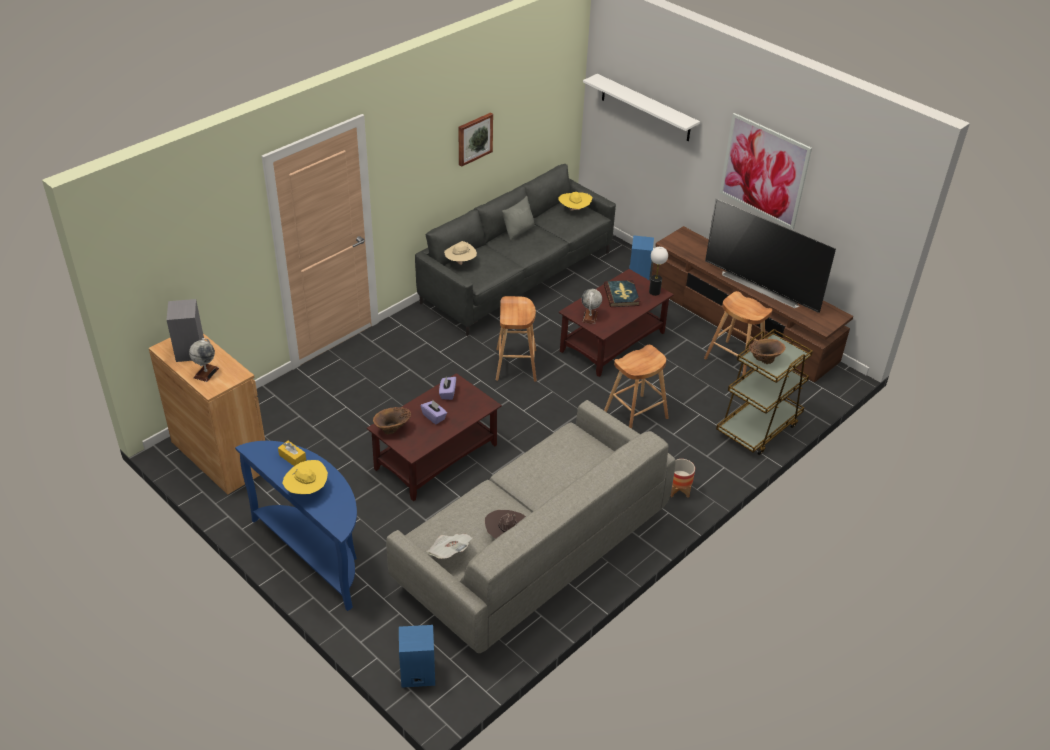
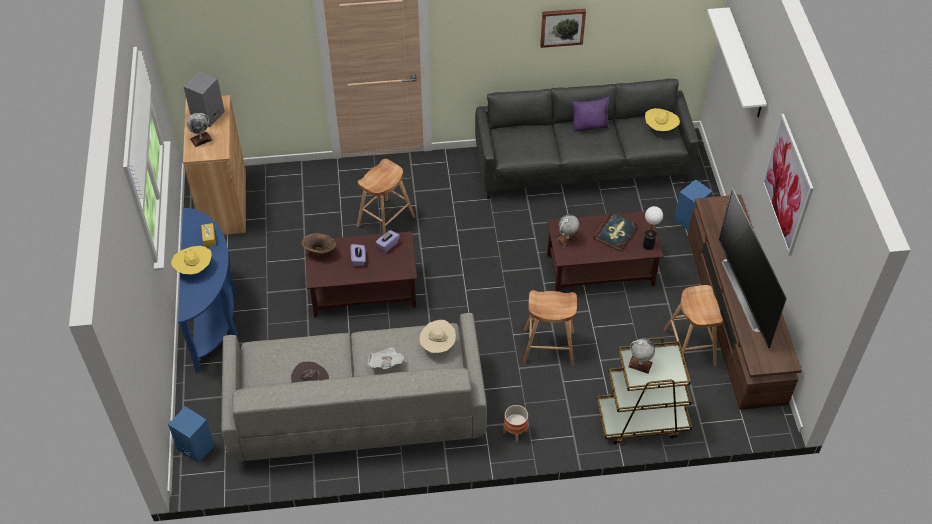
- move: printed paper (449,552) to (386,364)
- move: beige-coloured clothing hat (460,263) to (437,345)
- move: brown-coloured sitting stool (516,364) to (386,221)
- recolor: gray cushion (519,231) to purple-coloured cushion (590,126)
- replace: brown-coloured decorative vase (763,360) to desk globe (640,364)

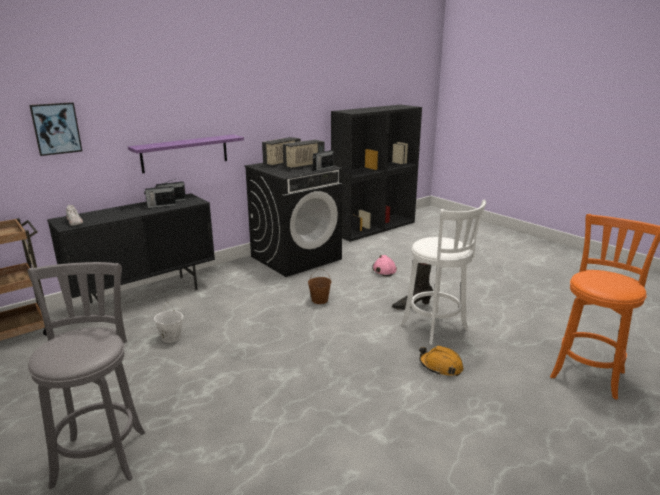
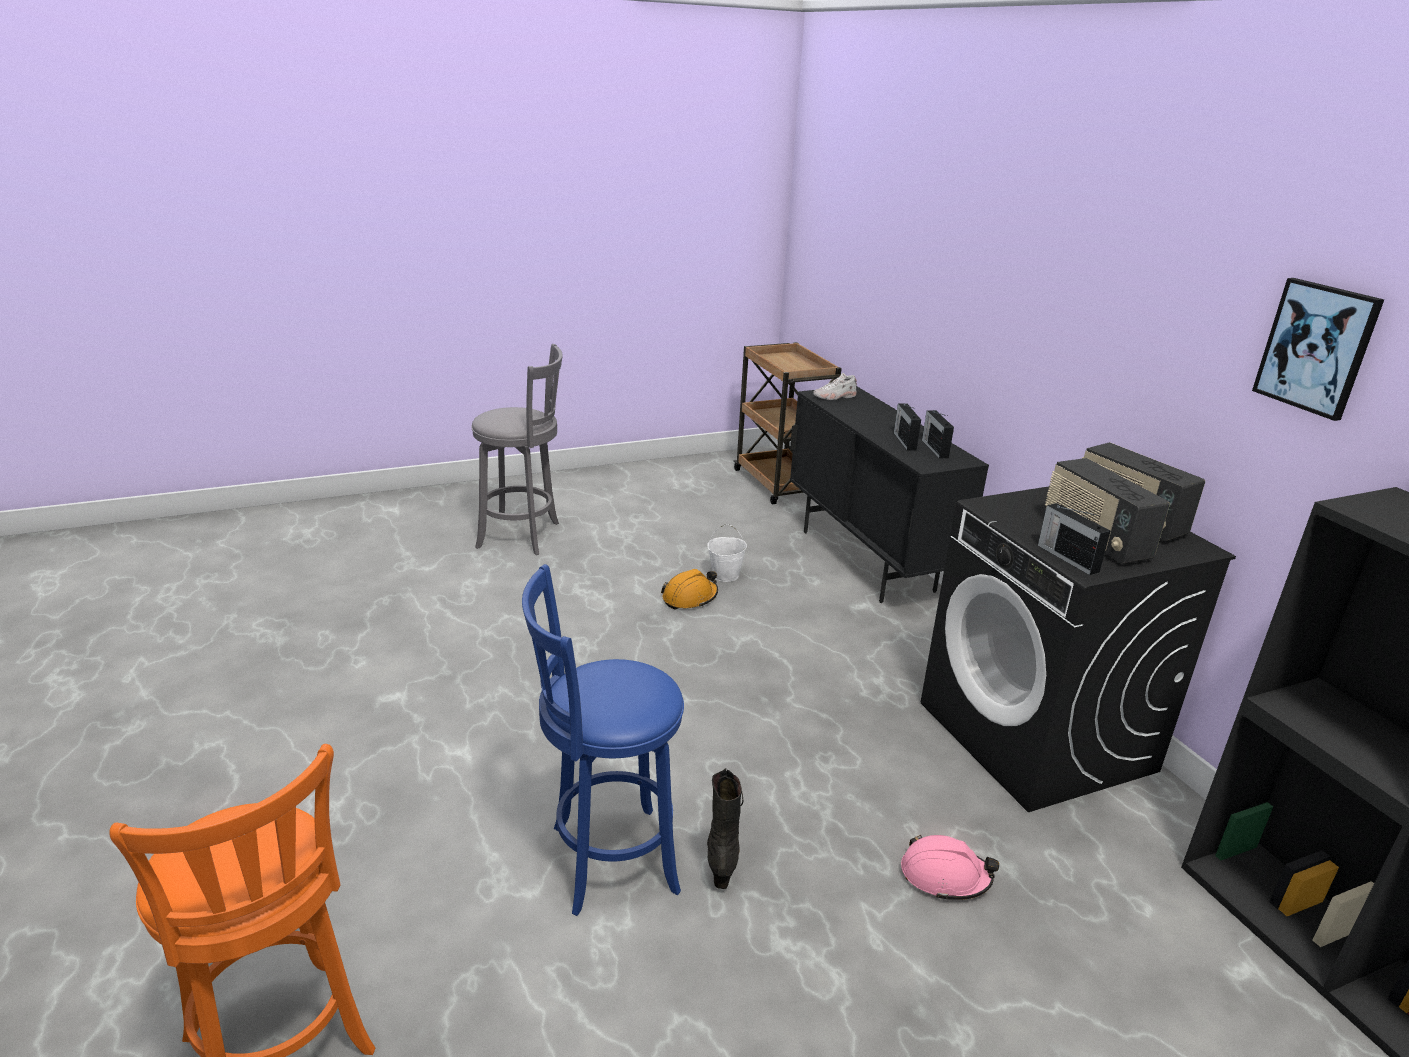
- move: wall picture (56,128) to (1317,347)
- delete: purple-coloured shelf (185,153)
- delete: brown-coloured bucket (319,300)
- recolor: white-coloured sitting stool (436,328) to blue sitting stool (606,860)
- move: orange-coloured work helmet (440,366) to (690,598)

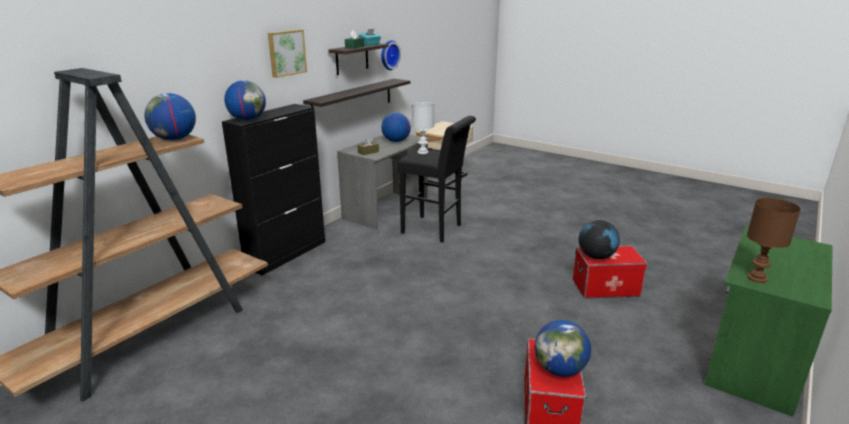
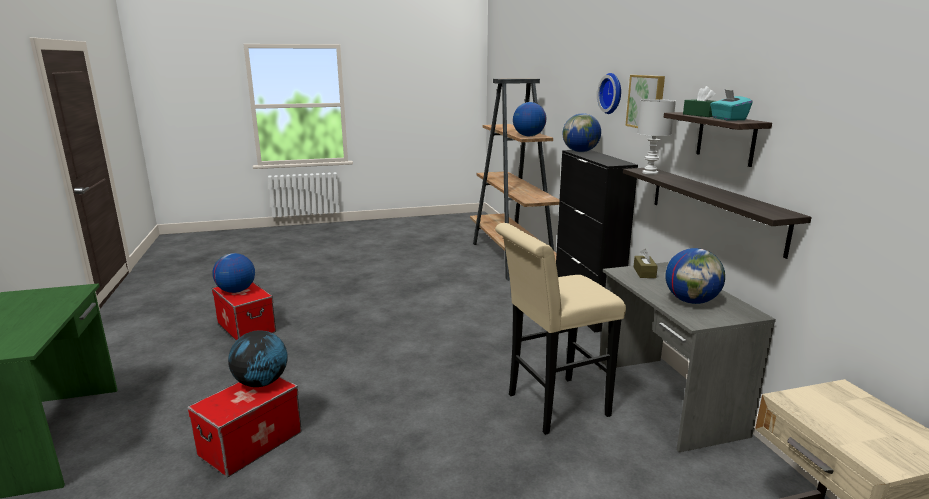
- move: clock on the wall (388,55) to (612,93)
- recolor: black-coloured sitting stool (435,230) to beige-coloured sitting stool (551,406)
- move: white-coloured table lamp (422,152) to (649,173)
- delete: brown-coloured table lamp (756,278)

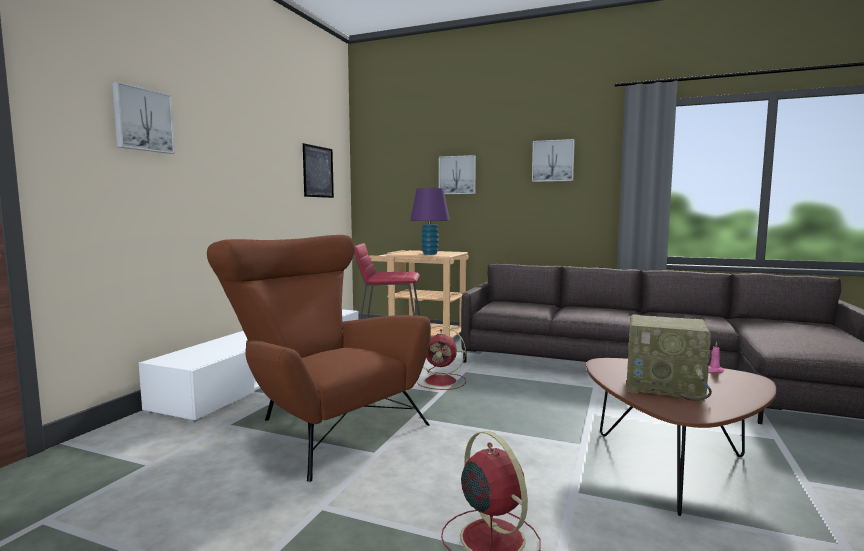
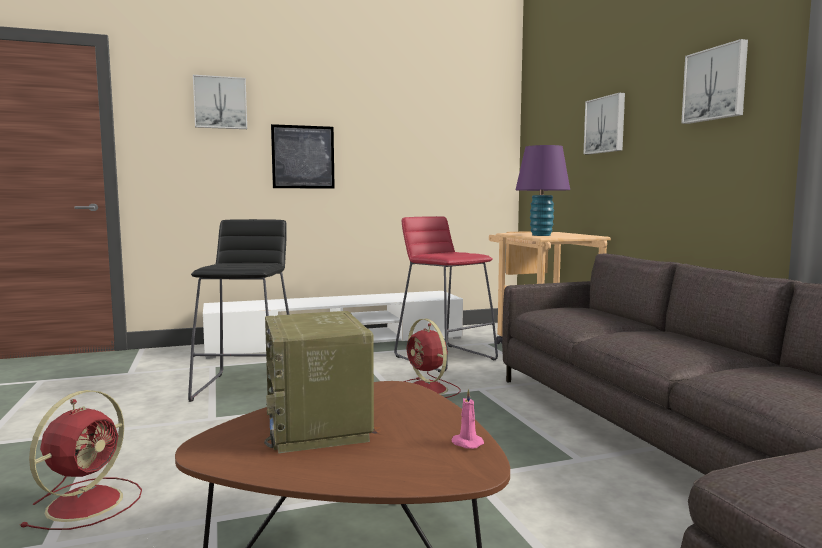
- replace: brown-coloured easy chair (322,425) to black-coloured sitting stool (248,387)
- move: wall picture (318,172) to (303,157)

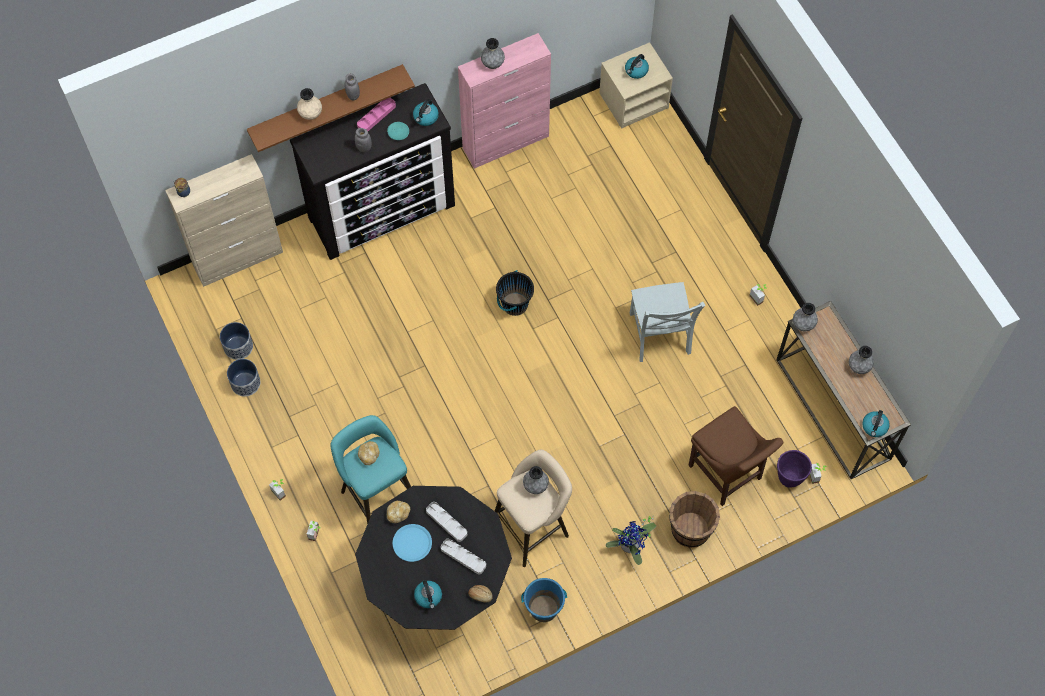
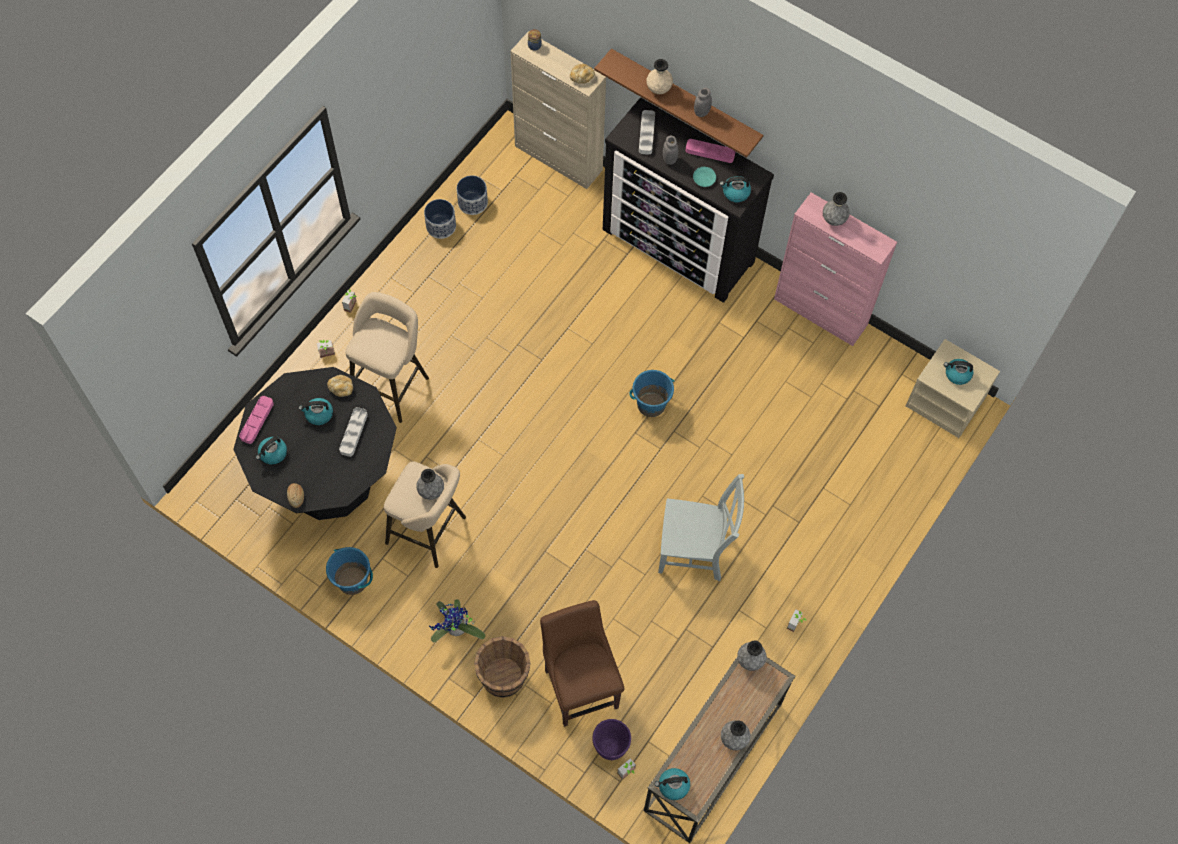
- recolor: turquoise-coloured sitting stool (377,494) to beige-coloured sitting stool (391,384)
- move: bakery bread (369,455) to (582,77)
- replace: blue plate (412,543) to tea kettle (318,414)
- move: gray serving tray (463,557) to (646,134)
- recolor: black-coloured bucket (514,304) to blue bucket (651,404)
- rotate: gray upright chair (659,336) = (695,551) 135 degrees counterclockwise
- rotate: brown-coloured upright chair (727,475) = (580,685) 135 degrees clockwise
- insert: pinkish serving tray (257,421)

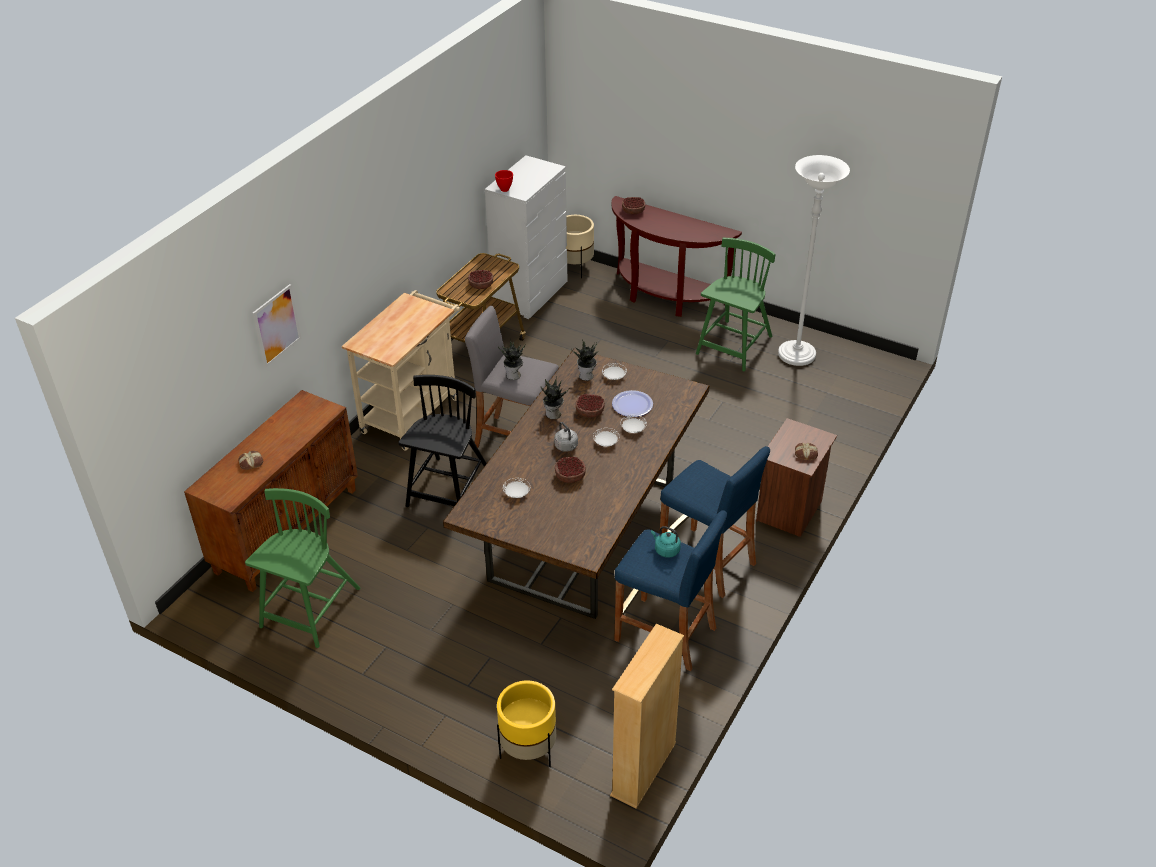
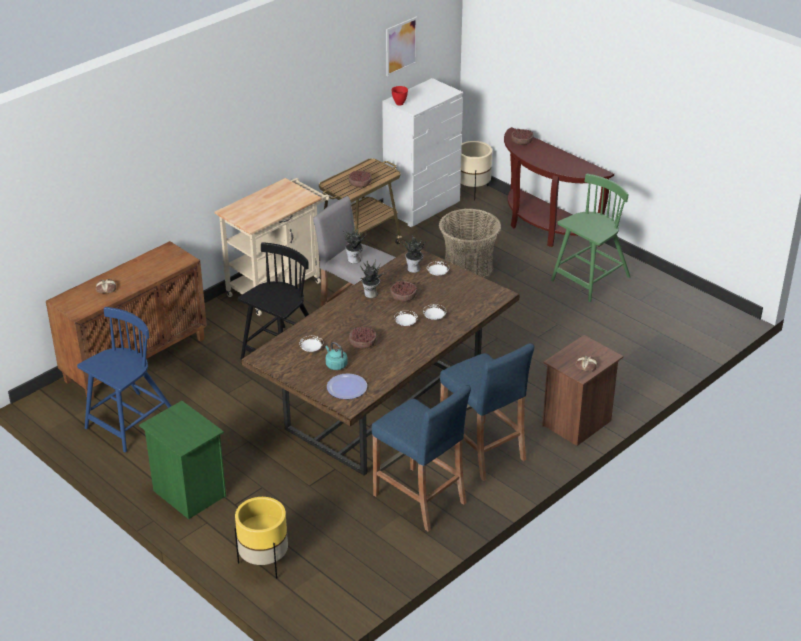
- recolor: green upright chair (310,609) to blue upright chair (130,423)
- move: wall picture (277,325) to (401,46)
- delete: gray tea kettle (567,447)
- delete: beige-coloured shelving unit (643,769)
- move: plate (632,405) to (347,387)
- move: turquoise-coloured tea kettle (665,550) to (335,365)
- delete: white-coloured standing lamp (796,355)
- insert: green night table (188,494)
- insert: household basket (468,268)

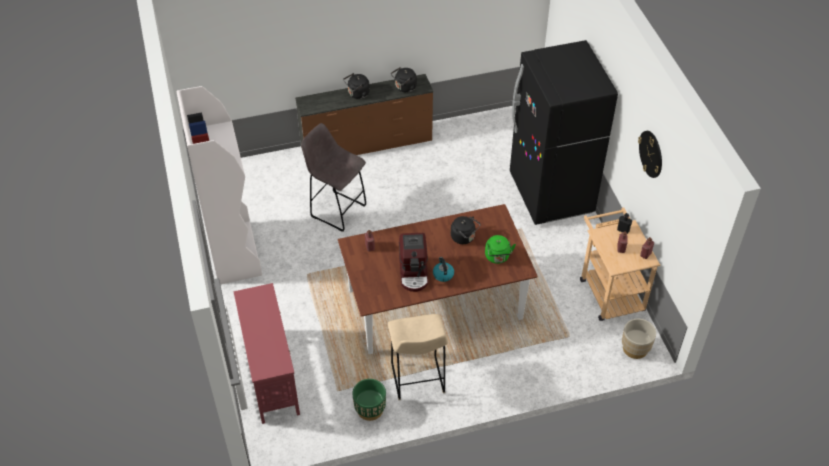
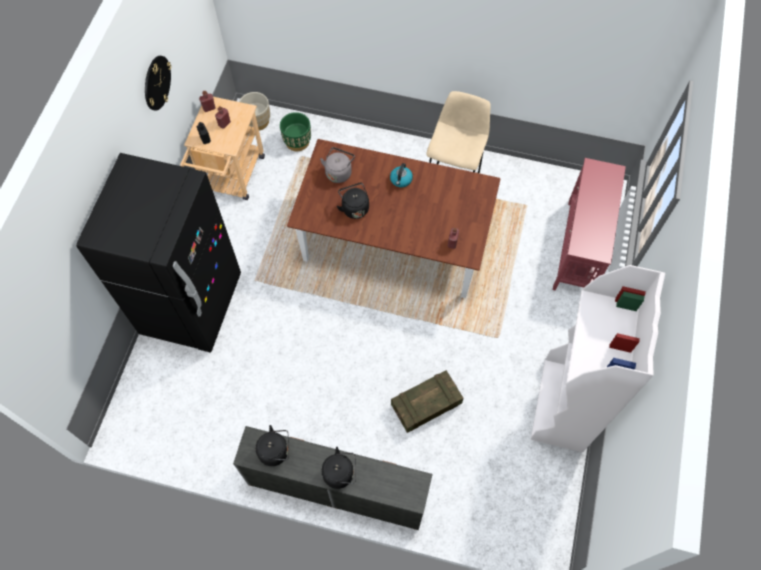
- replace: gray sitting stool (337,210) to packing crate (426,404)
- move: green flower pot (370,409) to (297,141)
- delete: coffee maker (414,273)
- recolor: green tea kettle (497,257) to gray tea kettle (339,172)

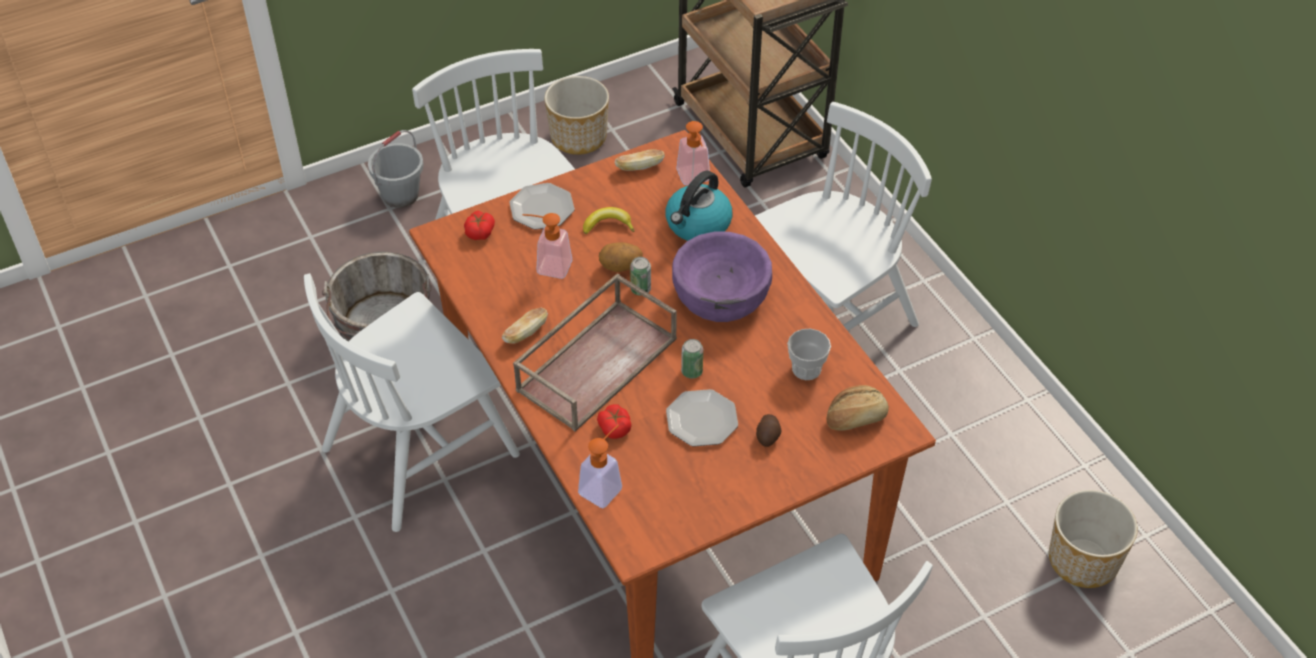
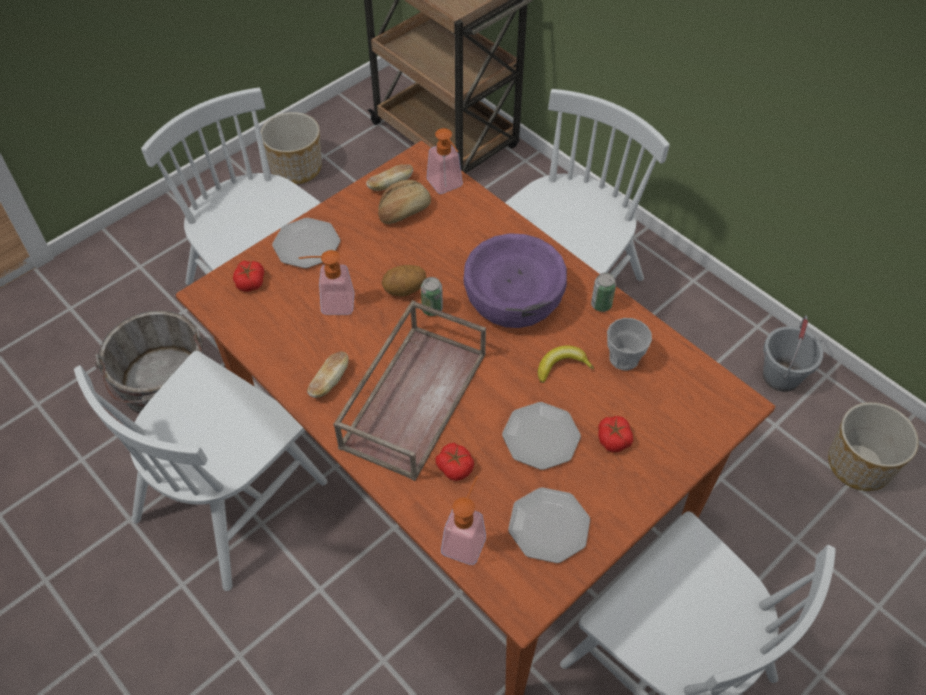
- move: gray bucket (400,195) to (781,377)
- move: banana (608,225) to (561,366)
- delete: tea kettle (698,225)
- move: can (691,371) to (601,305)
- replace: whole potato (768,436) to whole tomato (613,439)
- move: bakery bread (855,418) to (404,211)
- insert: plate (549,525)

